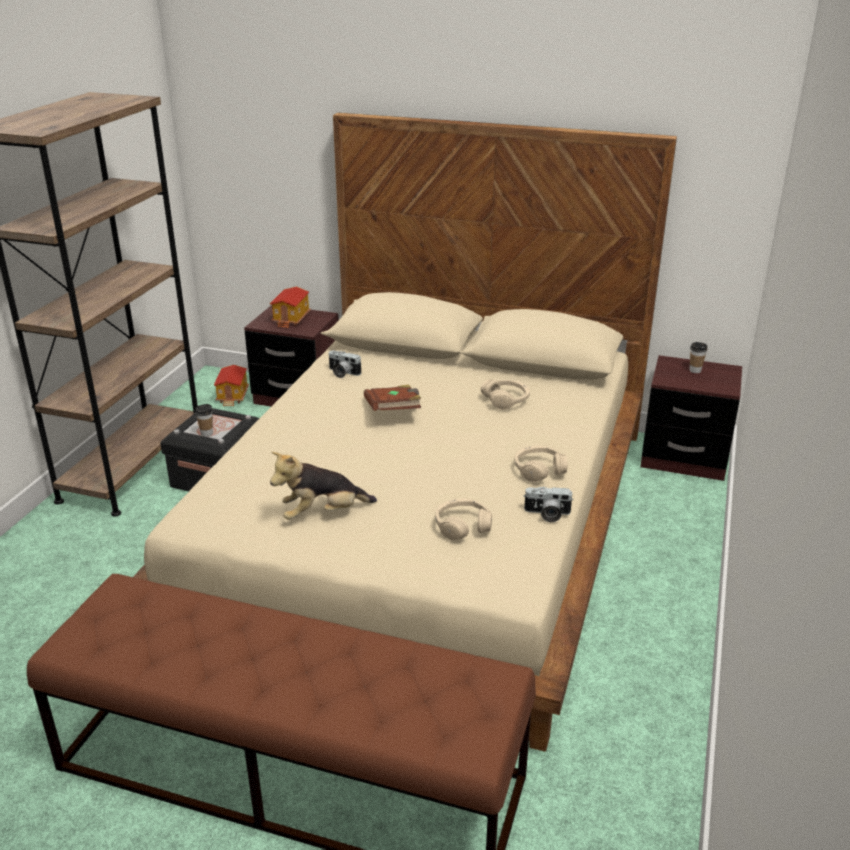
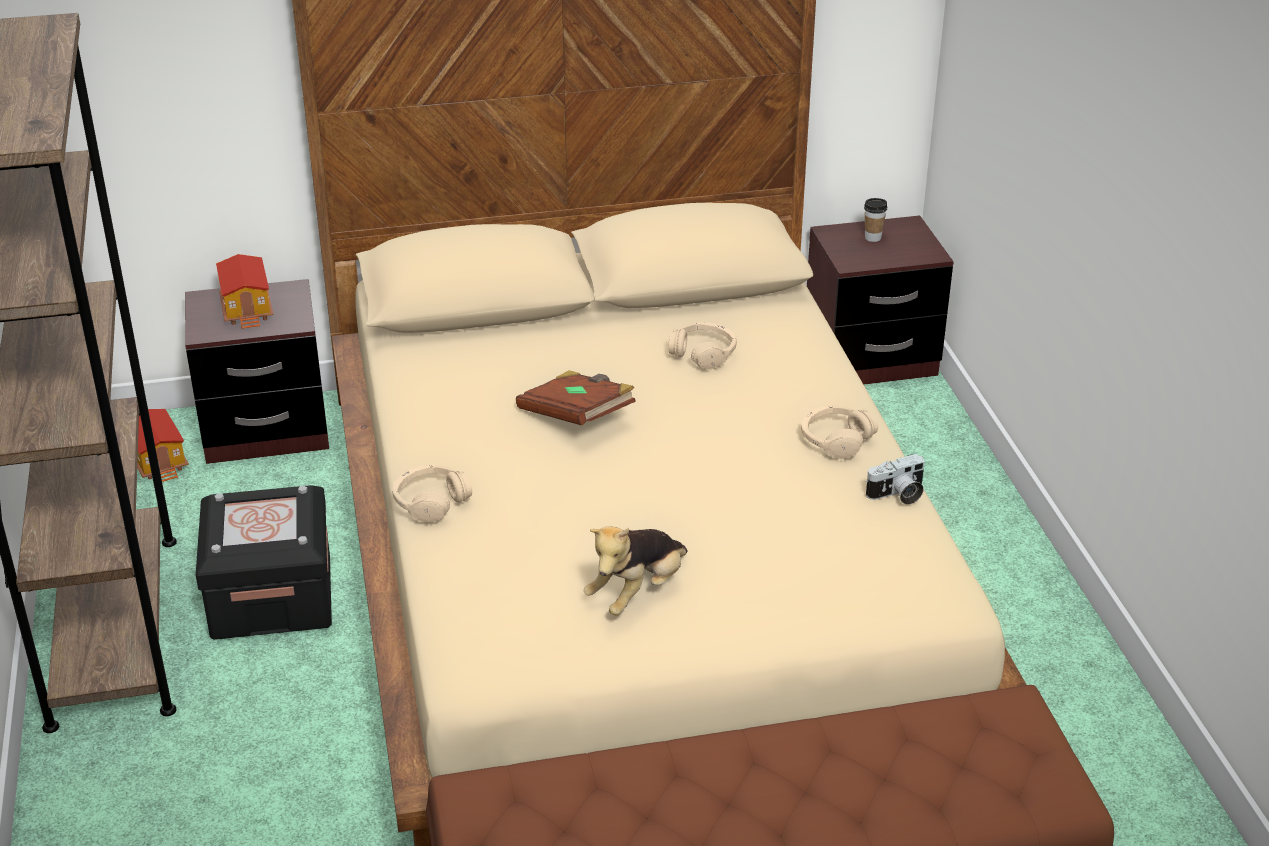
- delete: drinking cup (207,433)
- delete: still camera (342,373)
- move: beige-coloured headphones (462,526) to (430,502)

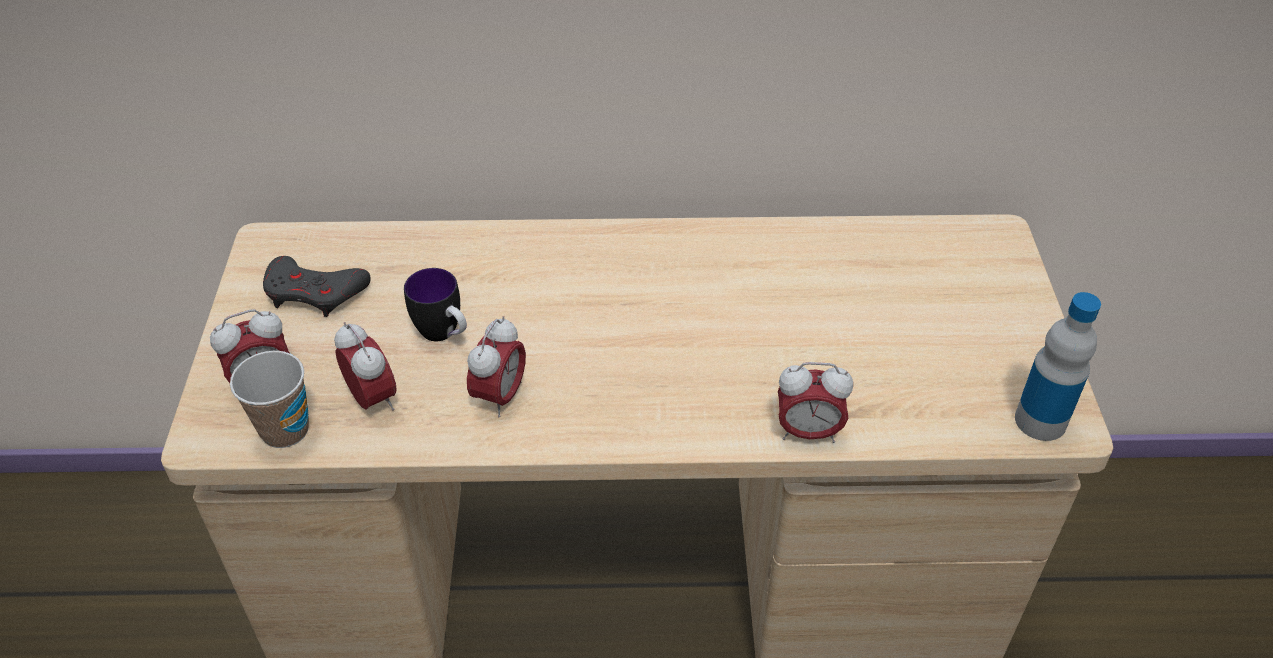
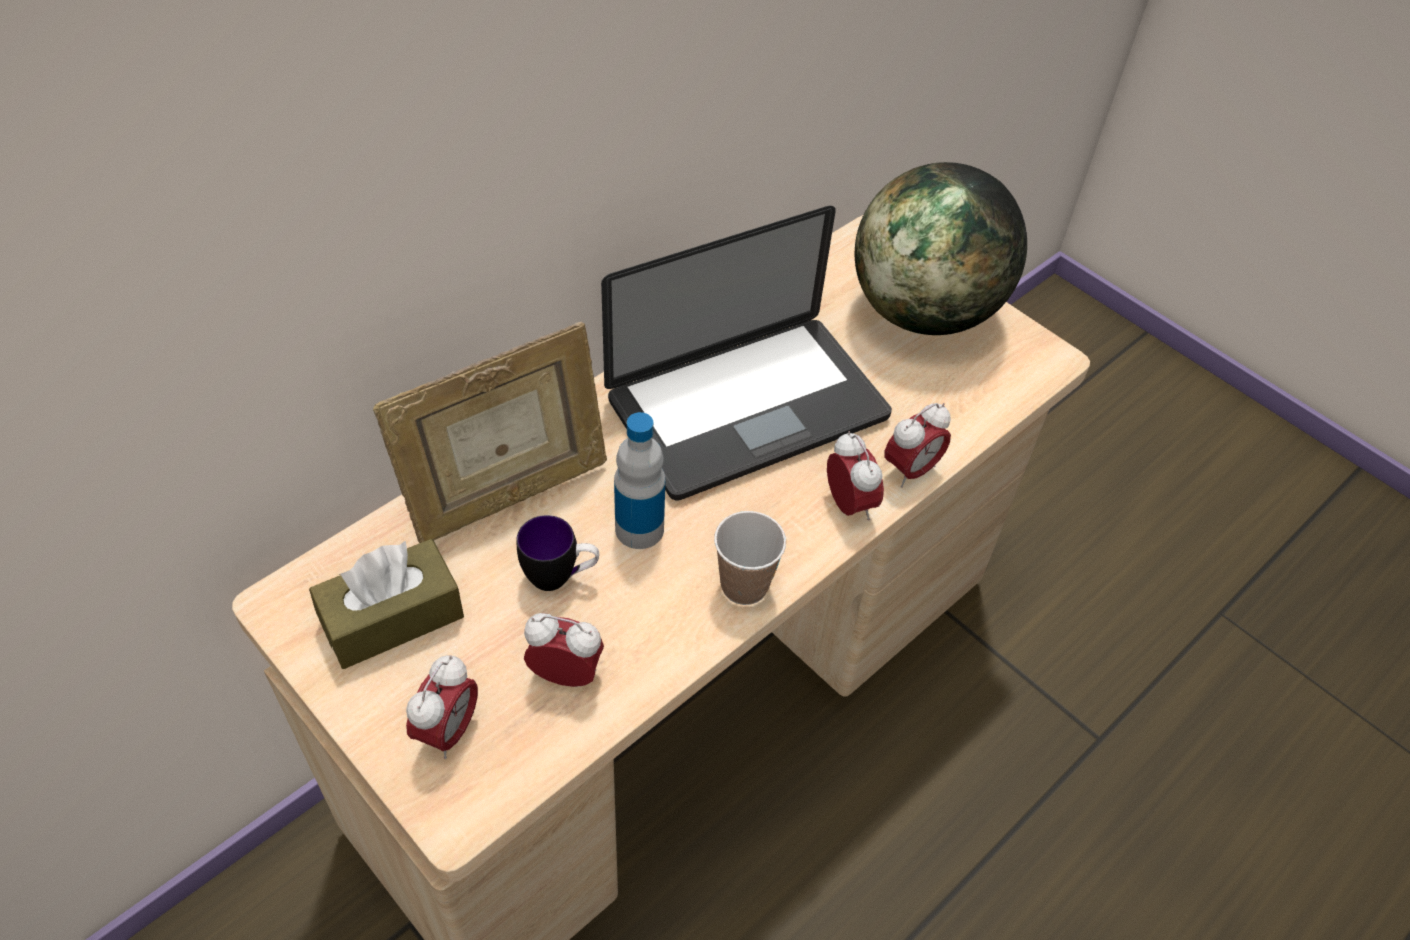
- move: drinking cup (285,430) to (744,586)
- replace: gray gamepad (314,292) to brown-coloured tissue box (392,618)
- move: alarm clock (500,397) to (849,505)
- move: drink bottle (1040,421) to (639,529)
- insert: photo frame (508,497)
- insert: portable computer (747,409)
- insert: desk globe (923,312)

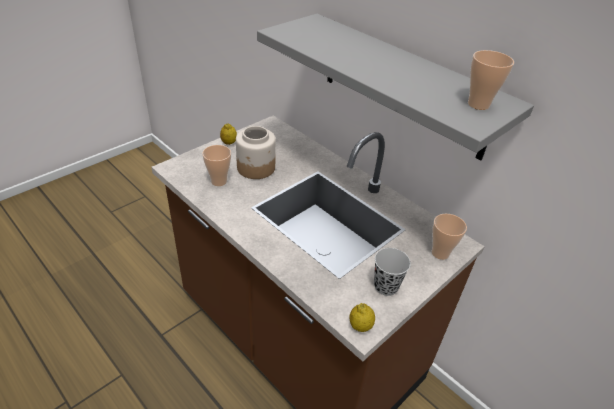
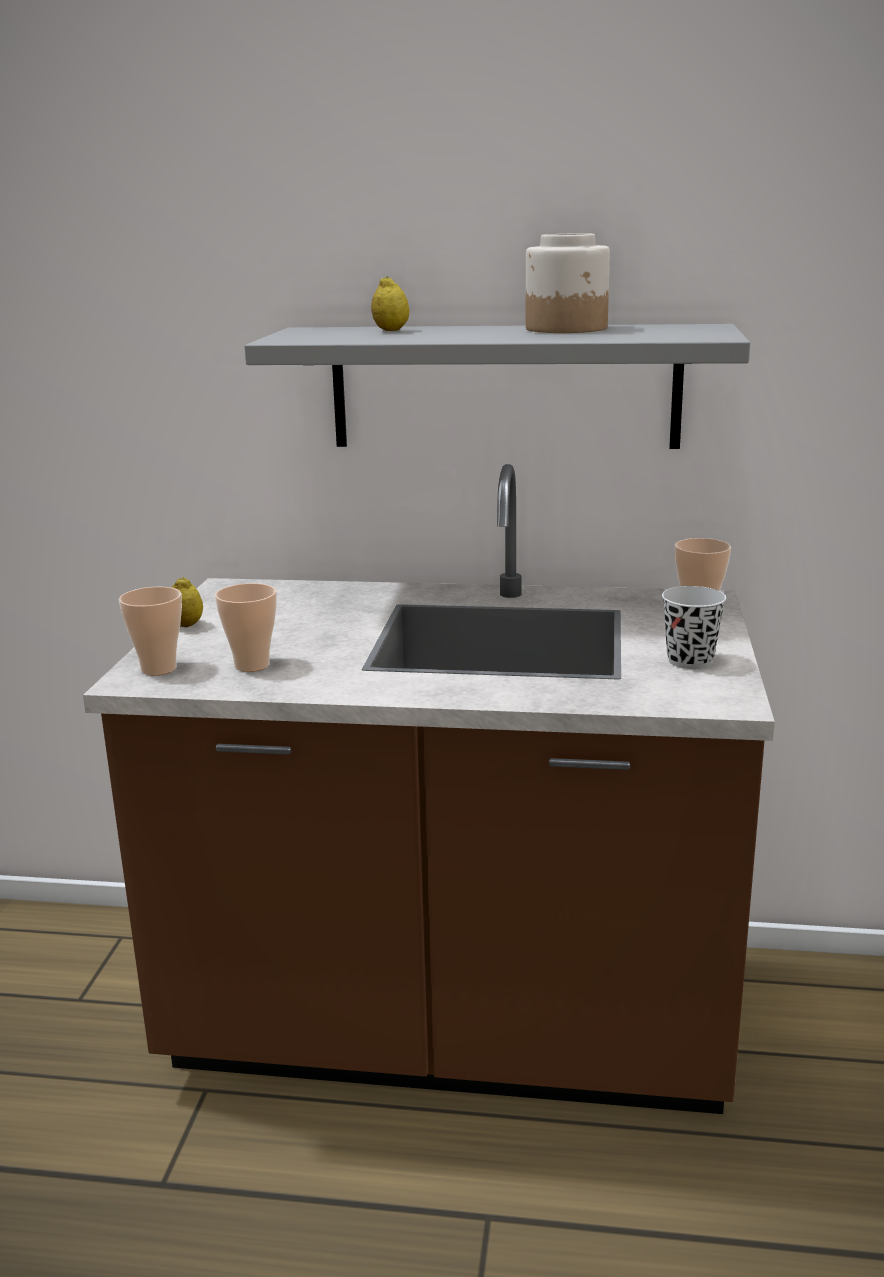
- move: preserve jar (256,168) to (567,329)
- move: citrus fruit (360,326) to (391,330)
- move: drinking cup (478,104) to (158,669)

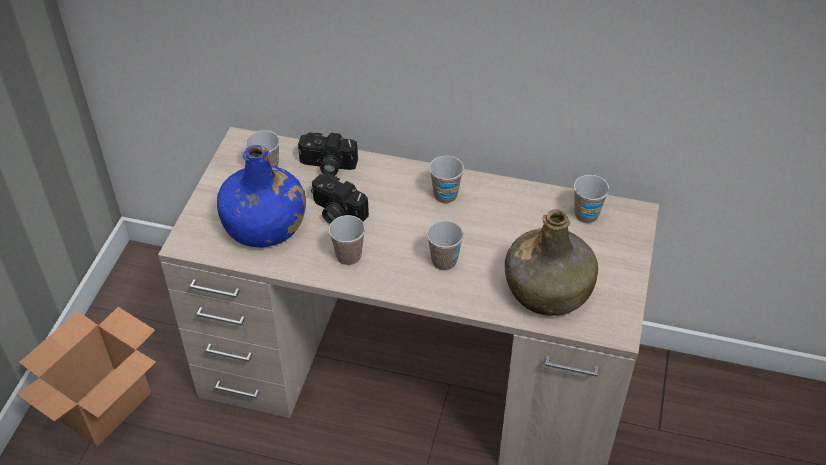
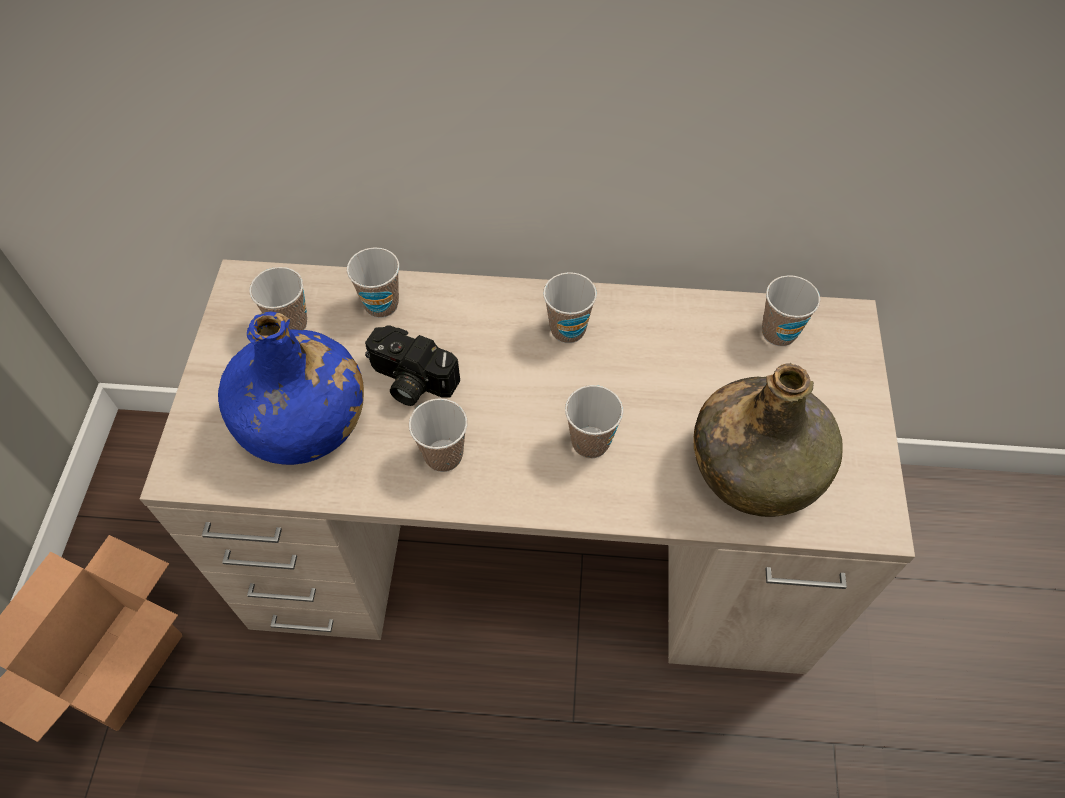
- replace: still camera (327,165) to drinking cup (381,305)

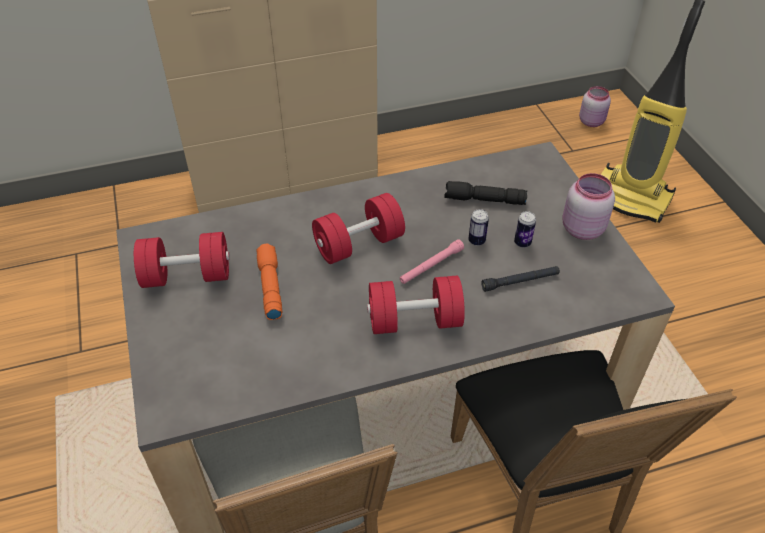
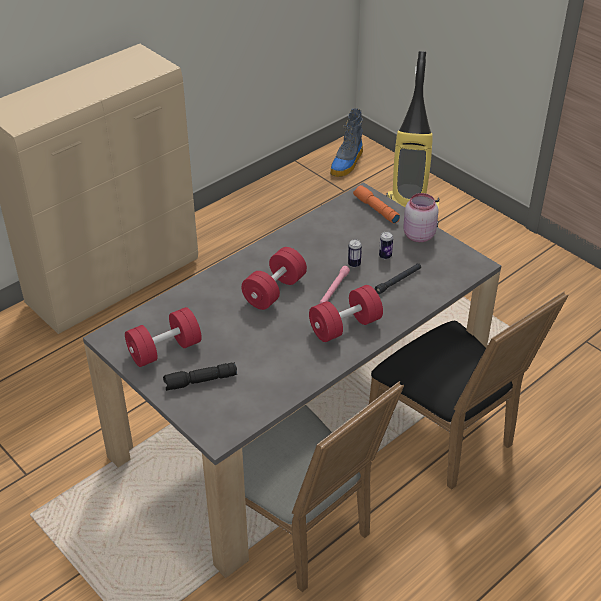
- move: orange-coloured hand torch (269,286) to (375,209)
- move: black-coloured hand torch (483,200) to (200,382)
- replace: pinkish preserve jar (592,121) to high-top boot (347,163)

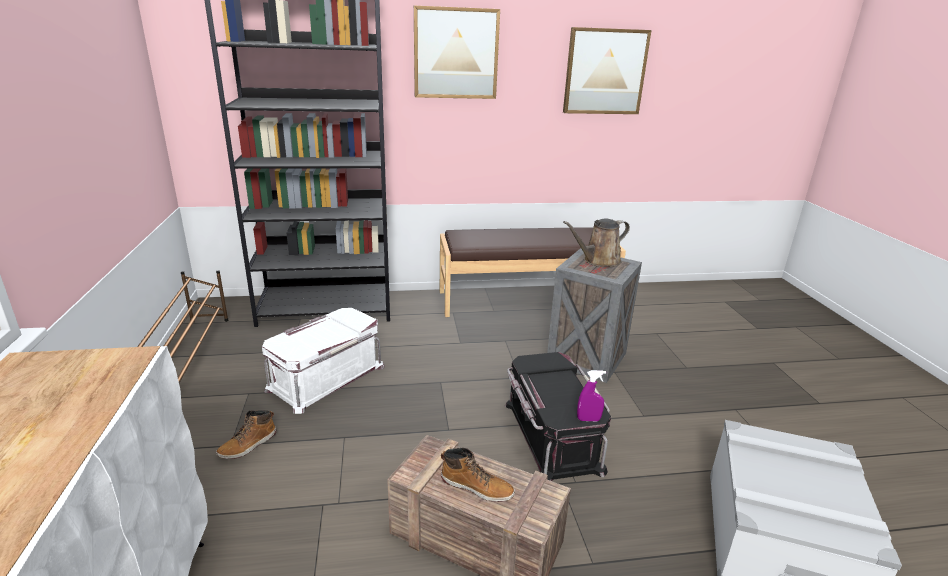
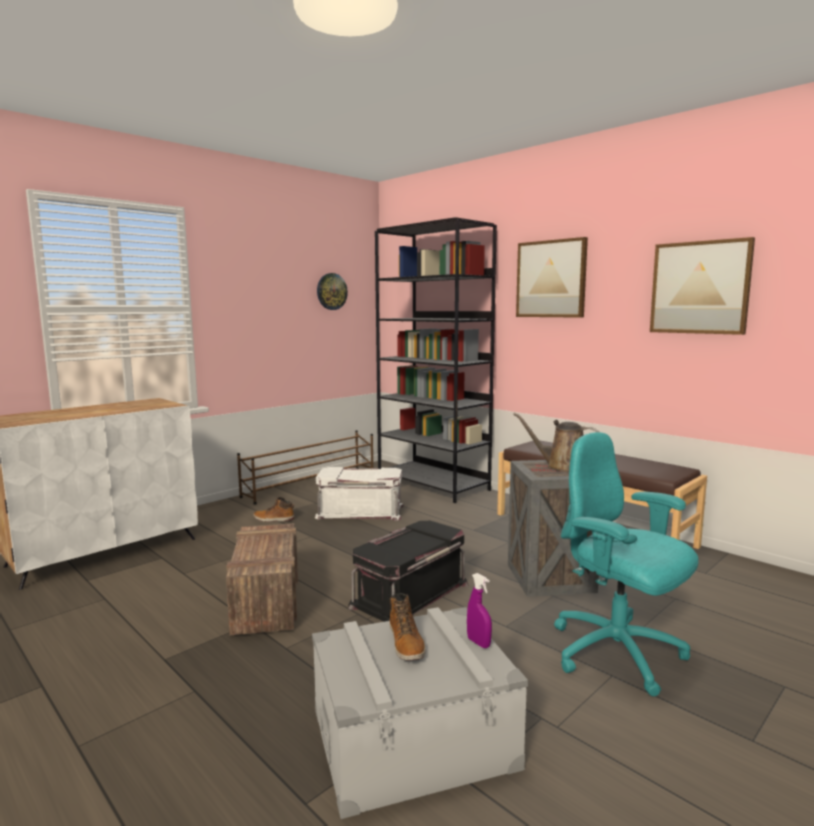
- move: high-top boot (477,487) to (406,643)
- move: purple-coloured sprayer (588,419) to (478,643)
- insert: clock on the wall (331,291)
- insert: turquoise-coloured desk chair (618,654)

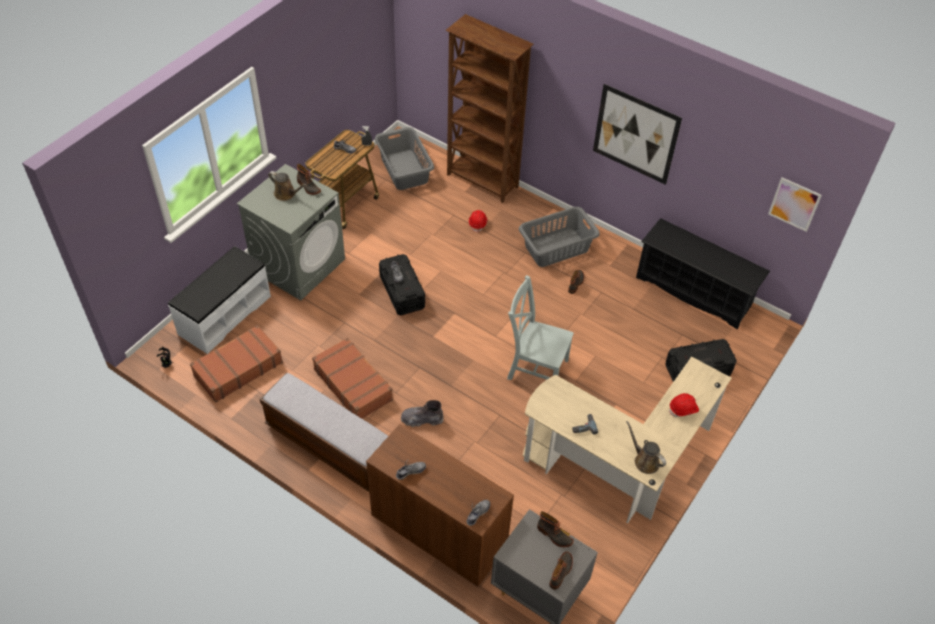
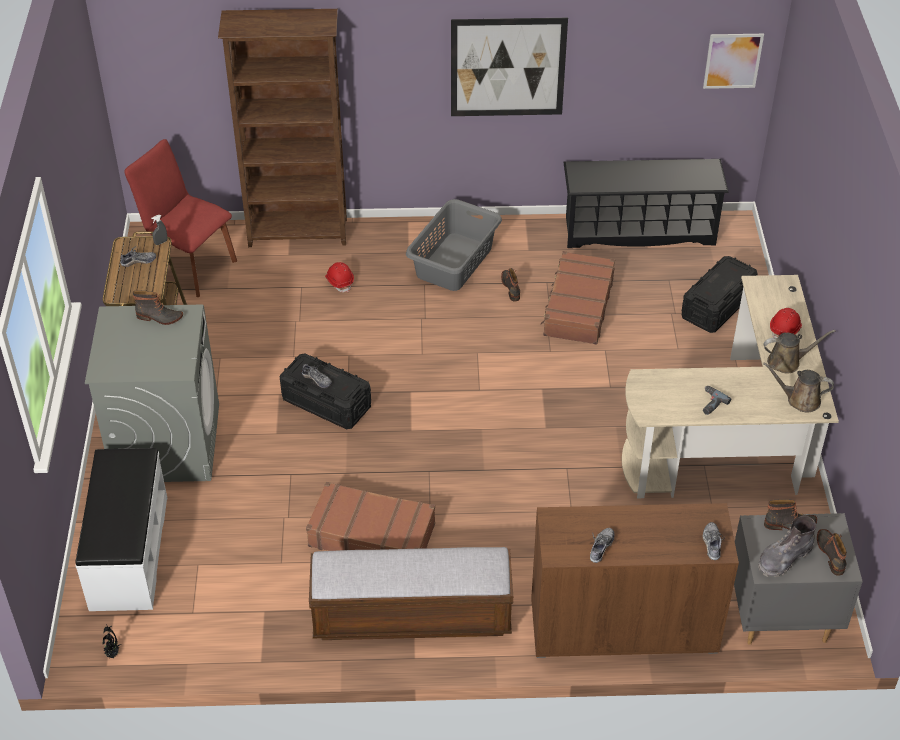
- move: brown-coloured suitcase (238,369) to (577,307)
- move: brown-coloured watering pot (286,194) to (787,362)
- replace: gray laundry basket (404,169) to red upright chair (190,266)
- move: gray high-top boot (421,419) to (784,558)
- delete: gray upright chair (535,368)

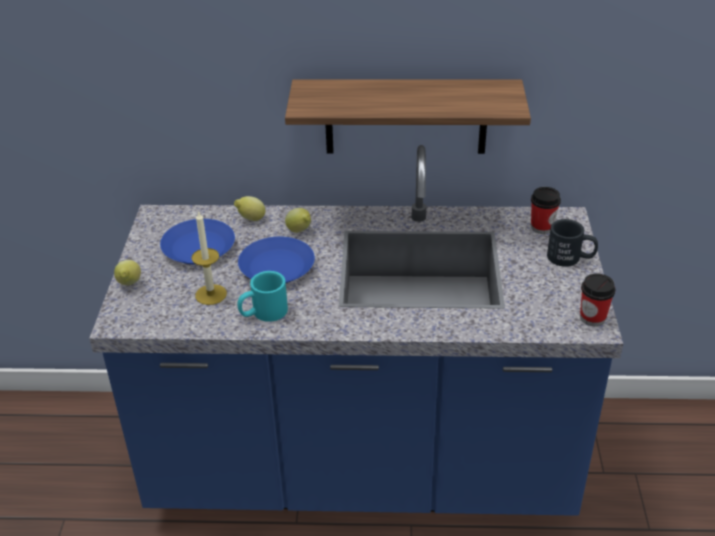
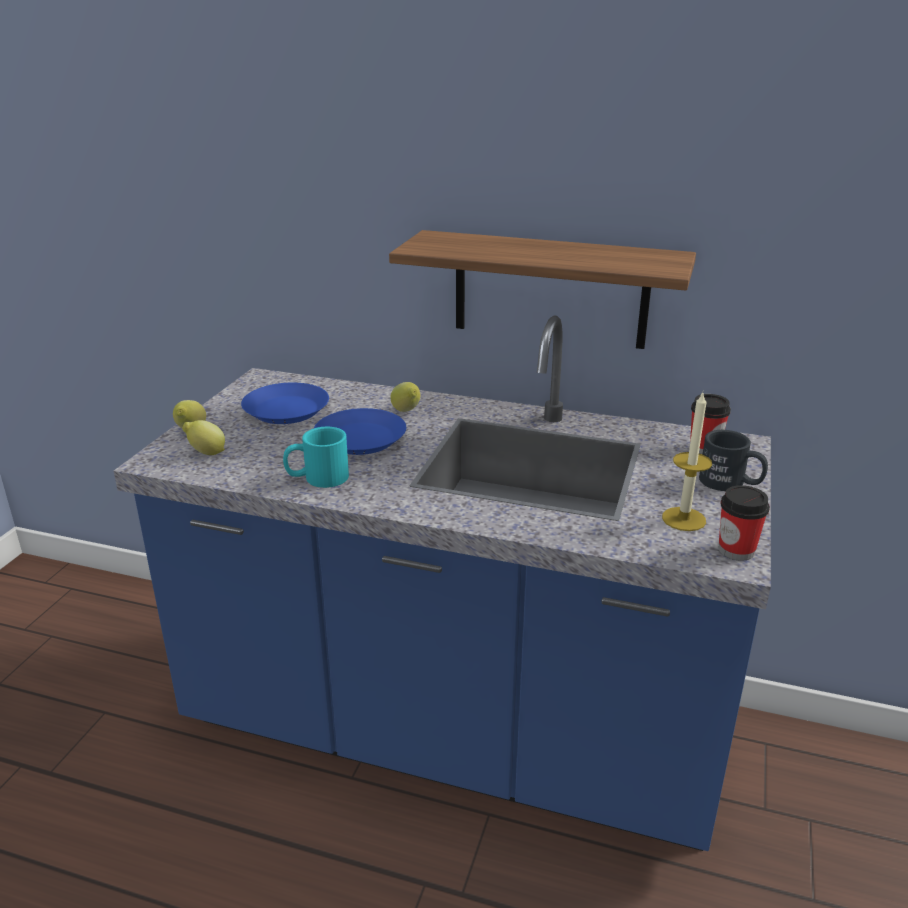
- move: wax candle (211,294) to (683,519)
- move: citrus fruit (251,219) to (206,453)

